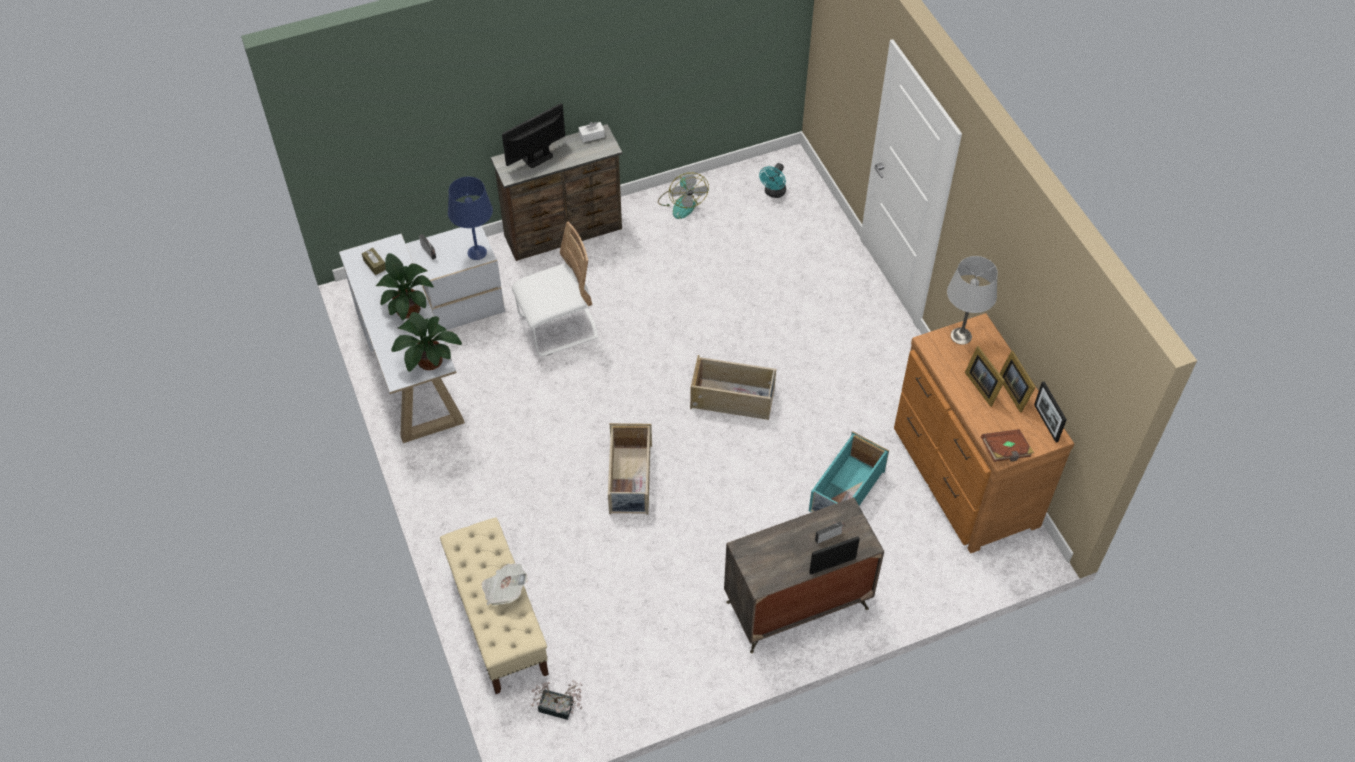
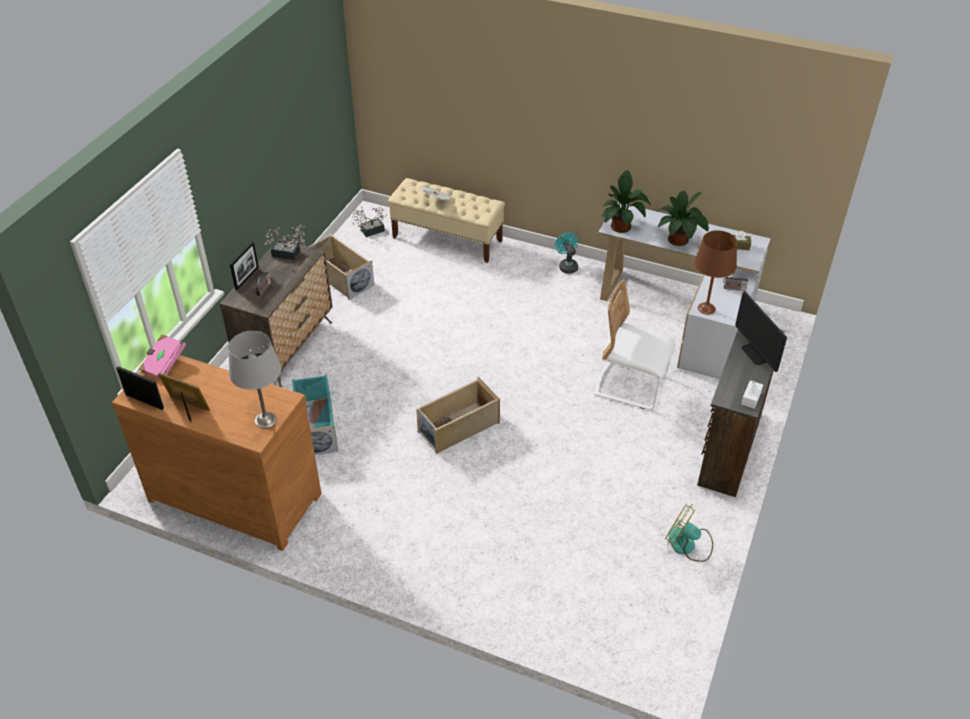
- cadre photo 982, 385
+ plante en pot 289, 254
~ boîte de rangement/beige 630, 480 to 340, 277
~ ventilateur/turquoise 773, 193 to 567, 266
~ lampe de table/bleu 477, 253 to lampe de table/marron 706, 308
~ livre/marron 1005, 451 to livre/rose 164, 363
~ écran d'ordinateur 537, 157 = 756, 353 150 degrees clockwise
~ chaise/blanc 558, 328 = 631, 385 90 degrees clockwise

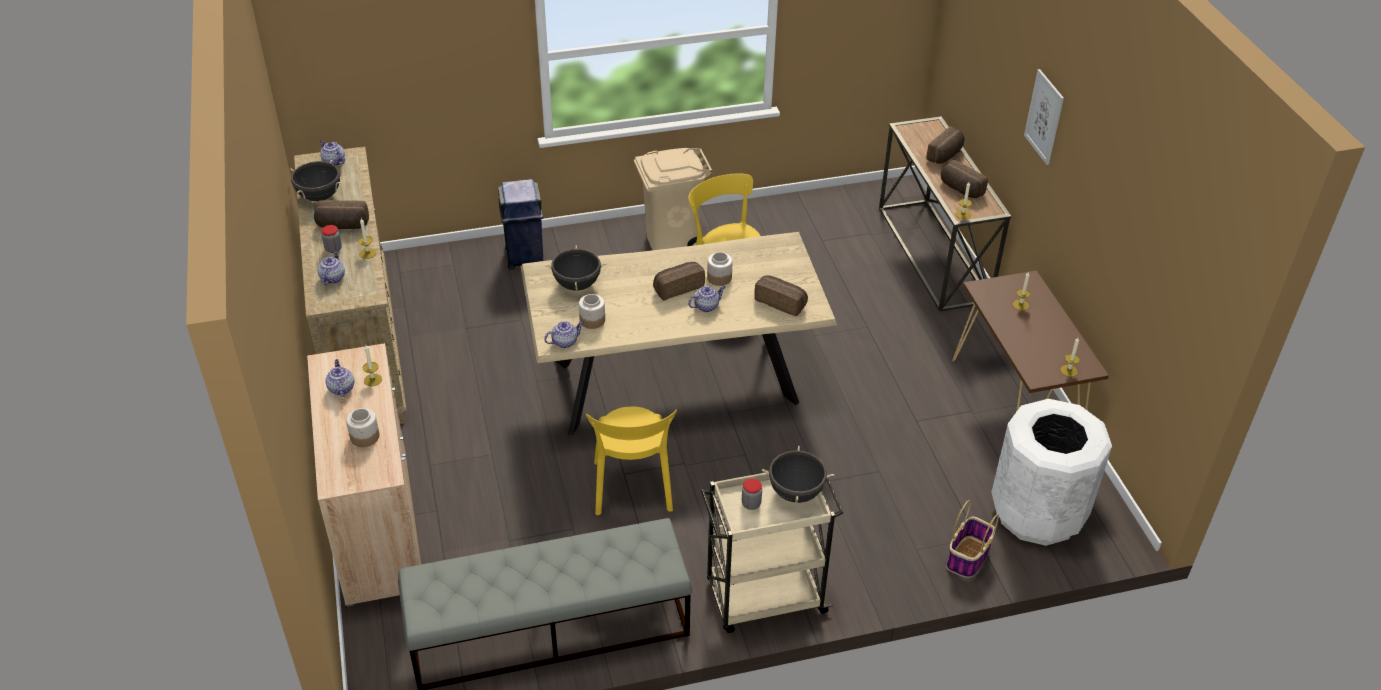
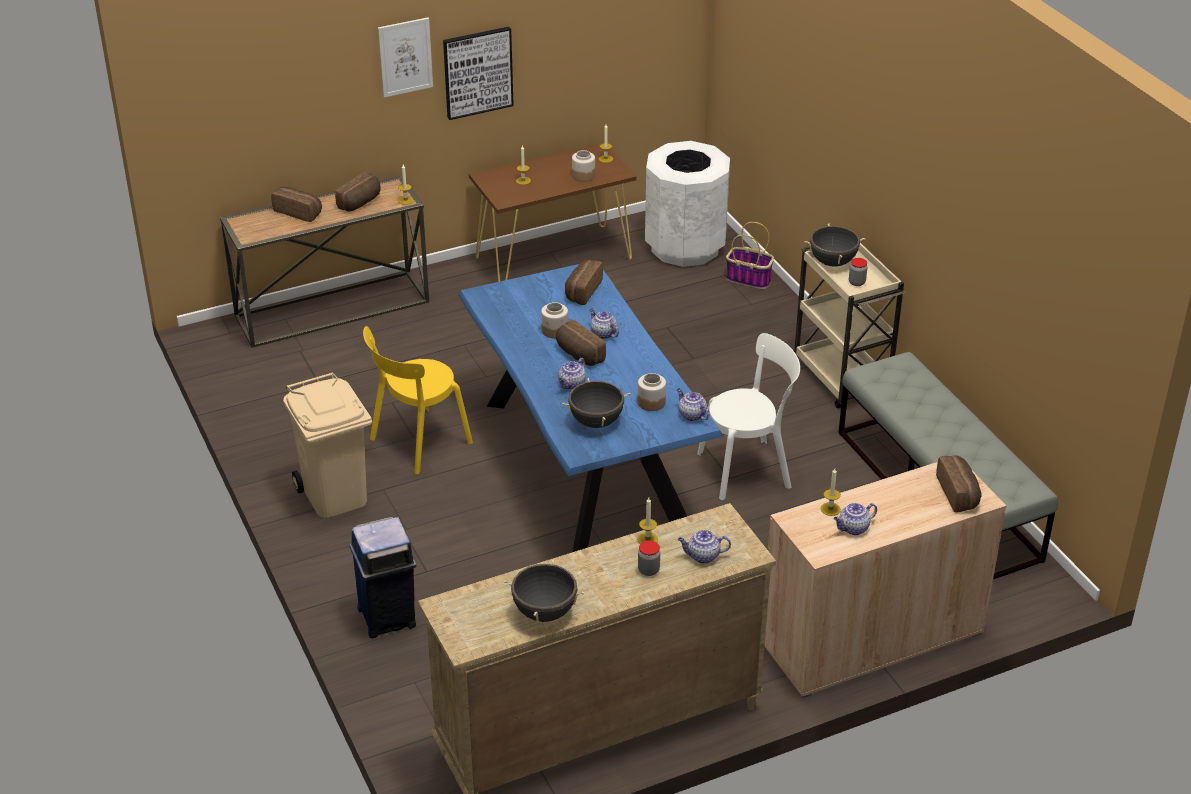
+ tableau 477, 72
~ pain 343, 226 to 959, 493
~ théière 333, 162 to 572, 385
~ bocal 365, 436 to 583, 175
~ table à manger/beige 675, 381 to table à manger/bleu 584, 461
~ chaise/jaune 632, 489 to chaise/blanc 748, 469

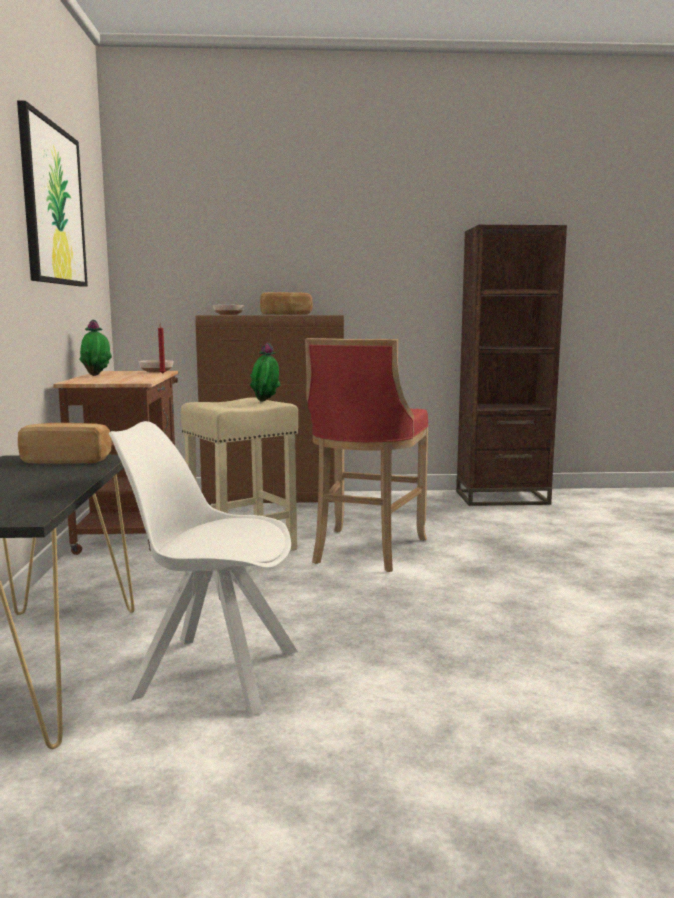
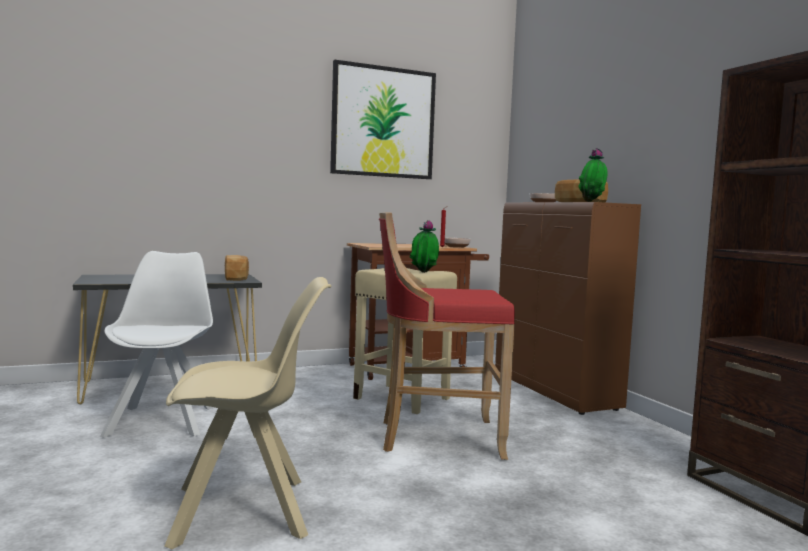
+ chaise/beige 246, 512
~ plante en pot 97, 375 to 592, 202

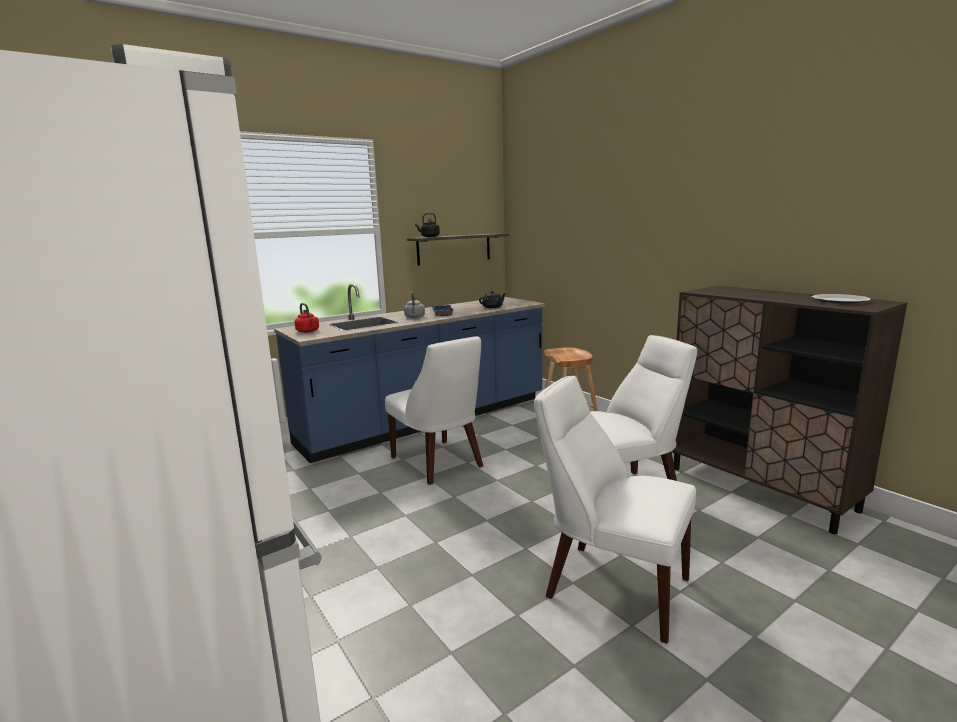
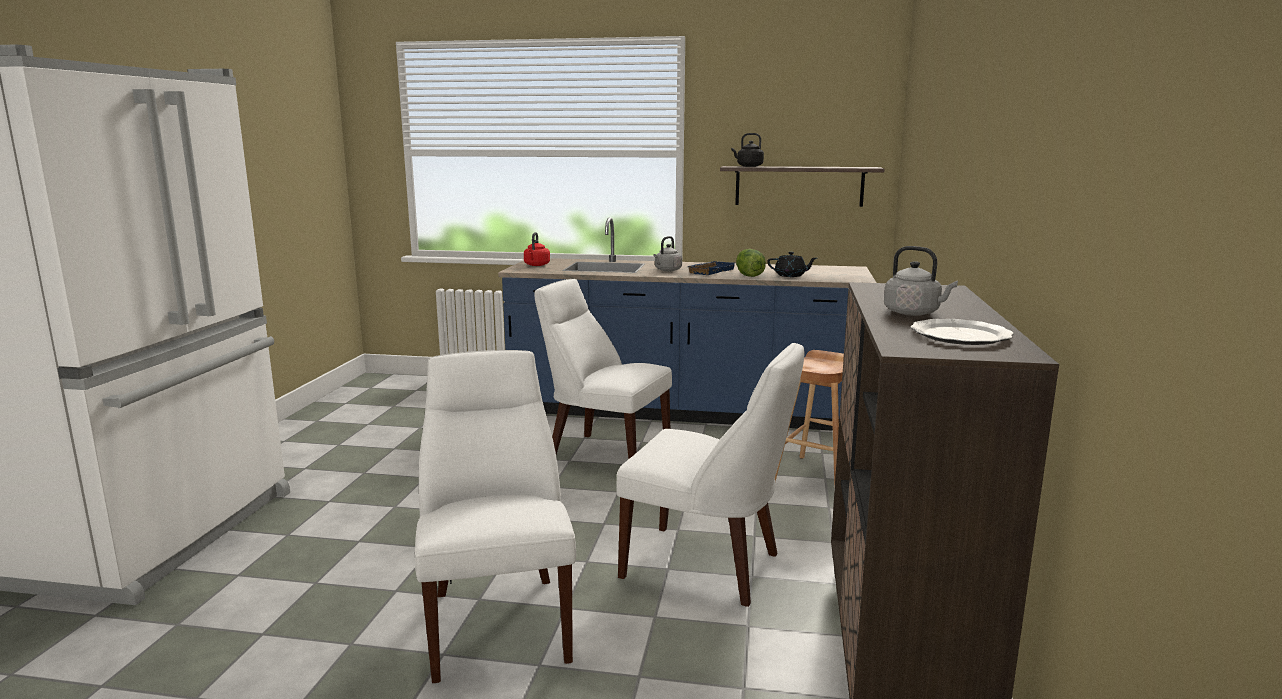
+ laitue 748, 275
+ bouilloire/gris 914, 313
~ chaise/blanc 439, 463 = 604, 454 105 degrees clockwise

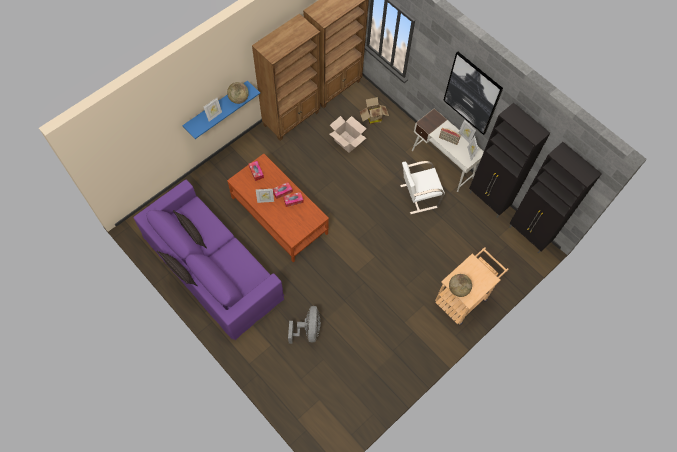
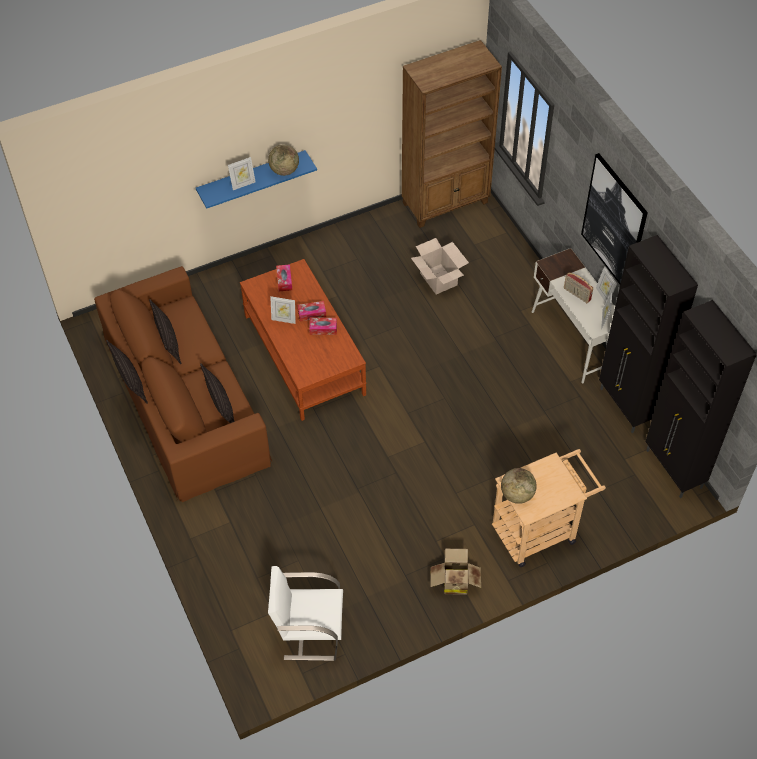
- bibliothèque/marron 292, 118
- ventilateur/gris 308, 330
+ coussin 220, 404
~ carton 372, 117 to 454, 582
~ chaise/blanc 418, 196 to 309, 631
~ canapé/violet 212, 266 to canapé/marron 185, 399

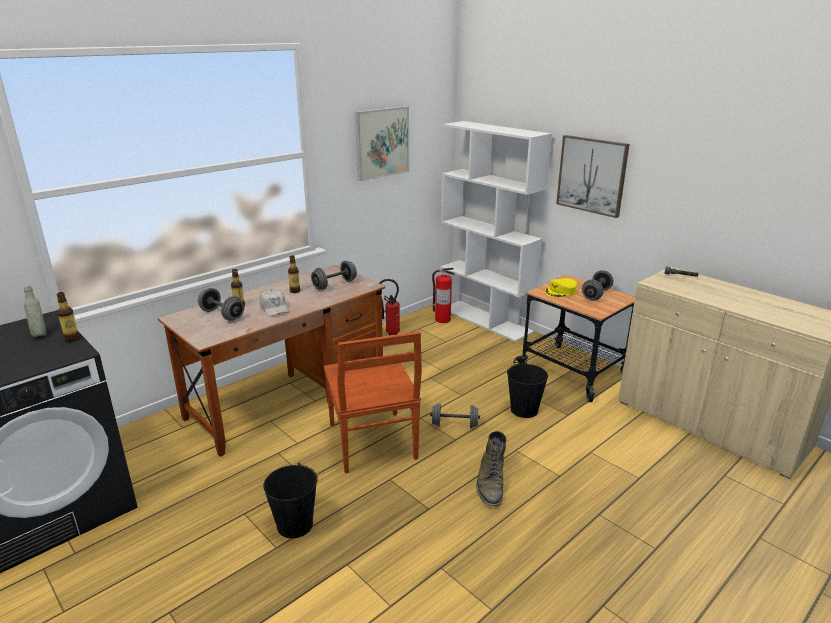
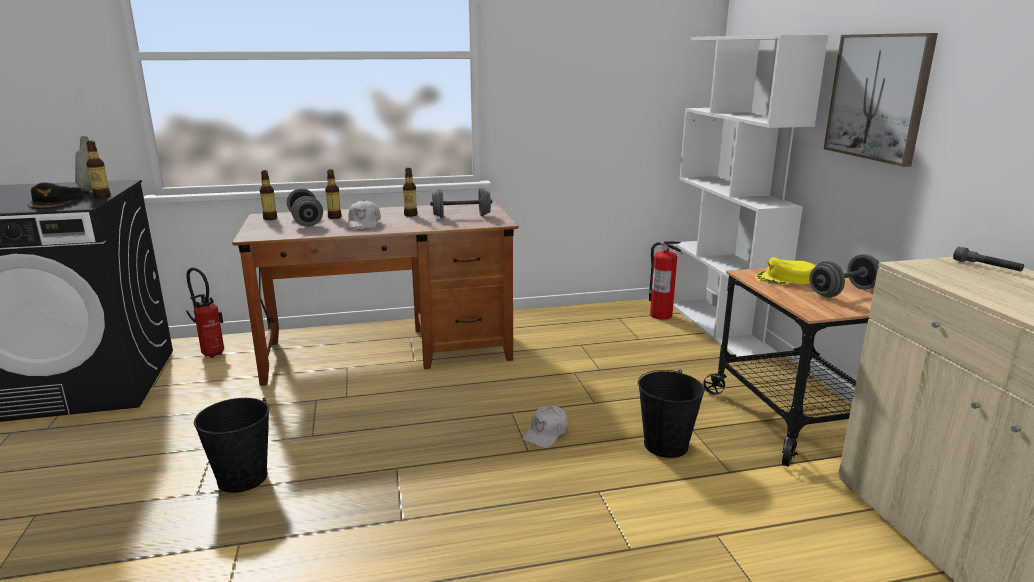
- chaise/marron 372, 443
- tableau 382, 143
- botte/vert 490, 483
+ casquette/noir 57, 202
+ bouteille 270, 218
~ extincteur 390, 333 to 212, 353
~ haltère/gris 454, 425 to casquette/blanc 546, 434

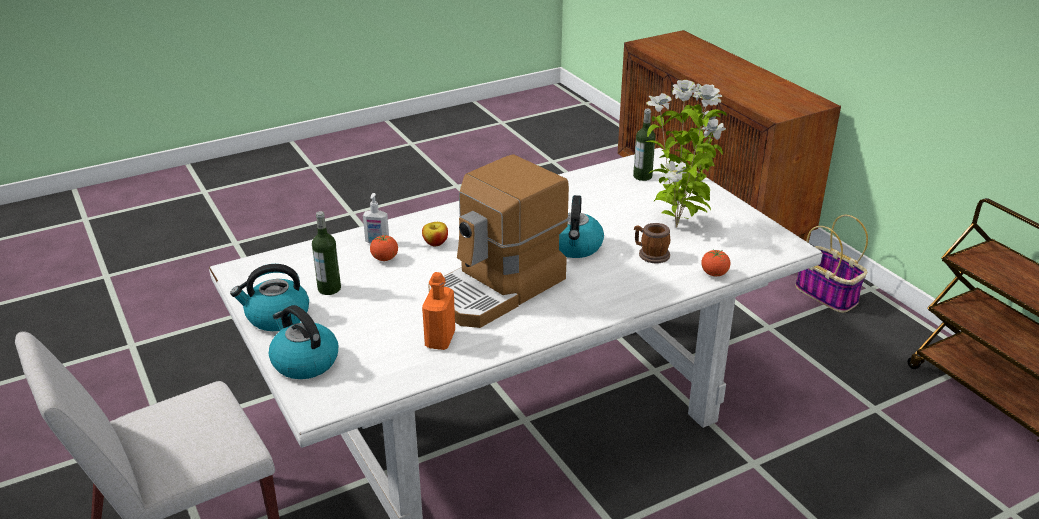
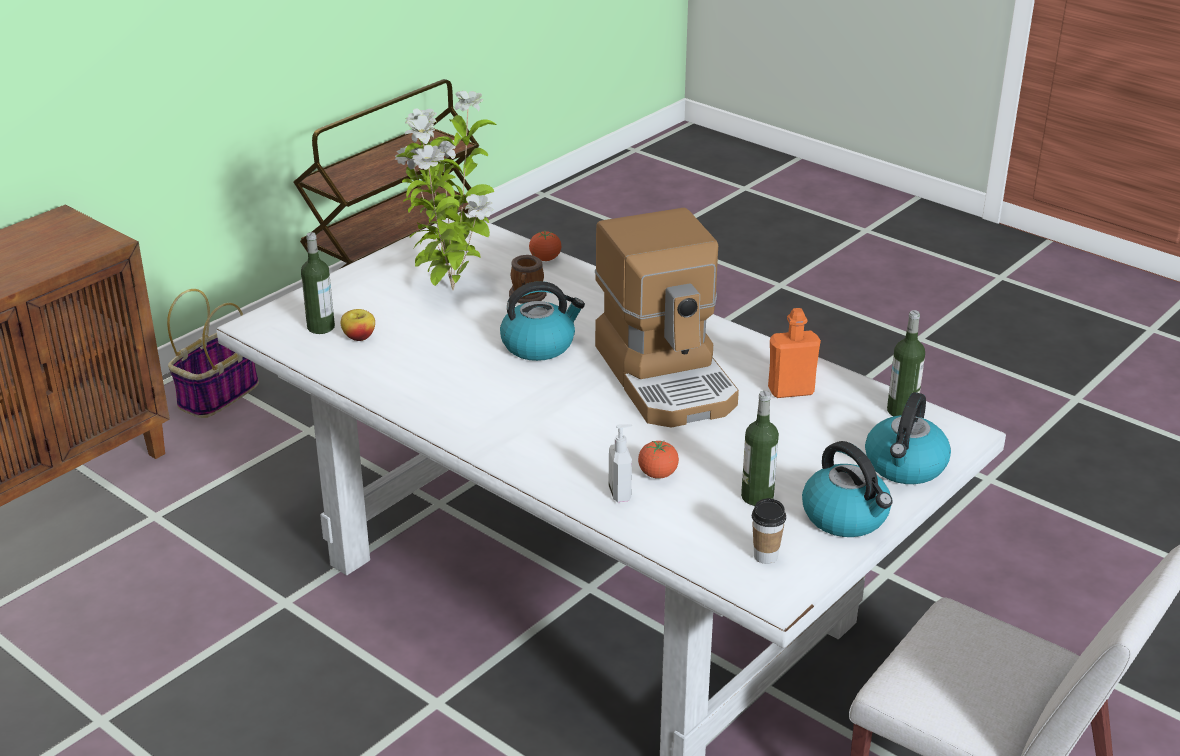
+ tasse 765, 556
+ bouteille 901, 411
~ pomme 435, 243 to 359, 337
~ machine à café 497, 289 = 668, 377 45 degrees clockwise

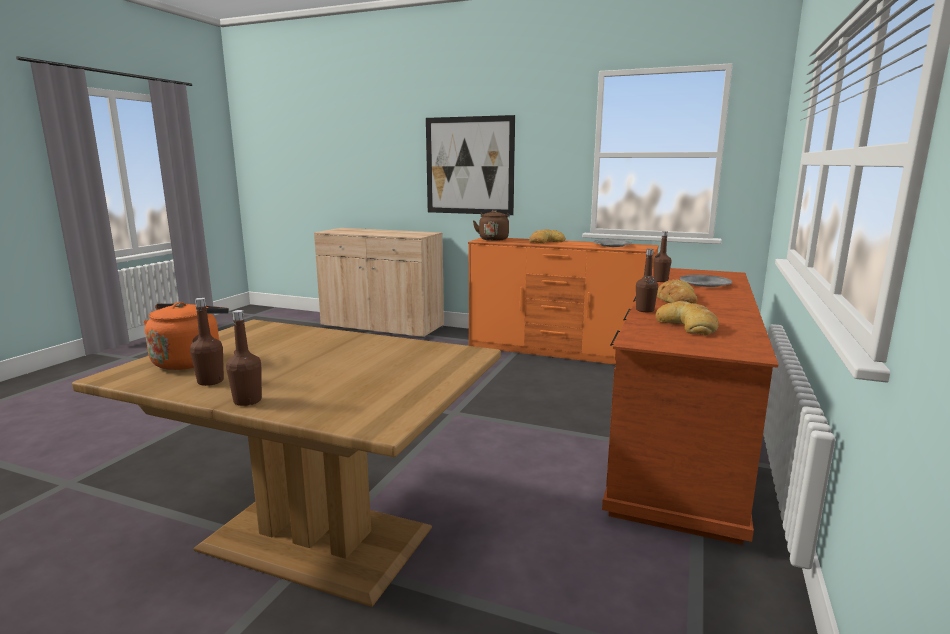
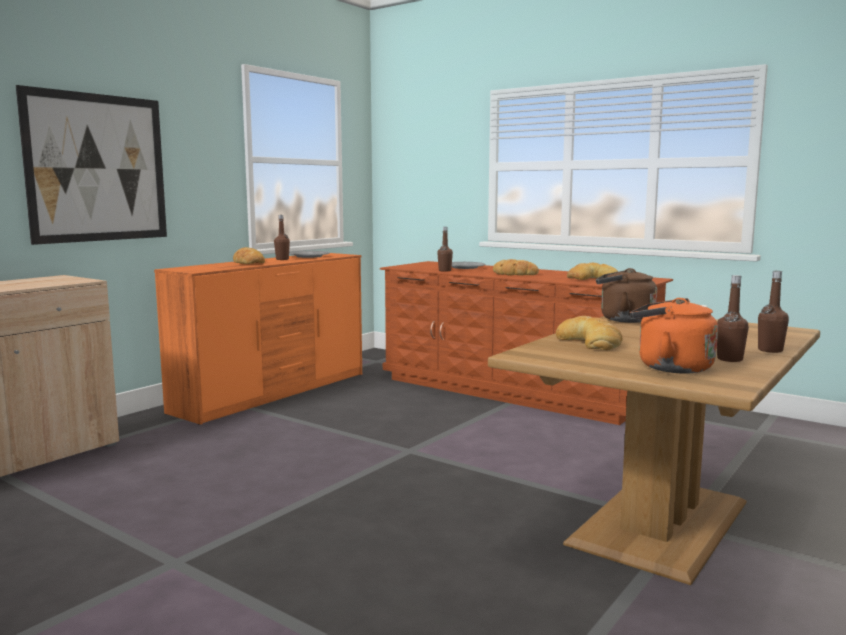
+ pain 590, 342
~ bouilloire/marron 493, 239 to 623, 319
~ bouteille/marron 645, 310 to 282, 259

